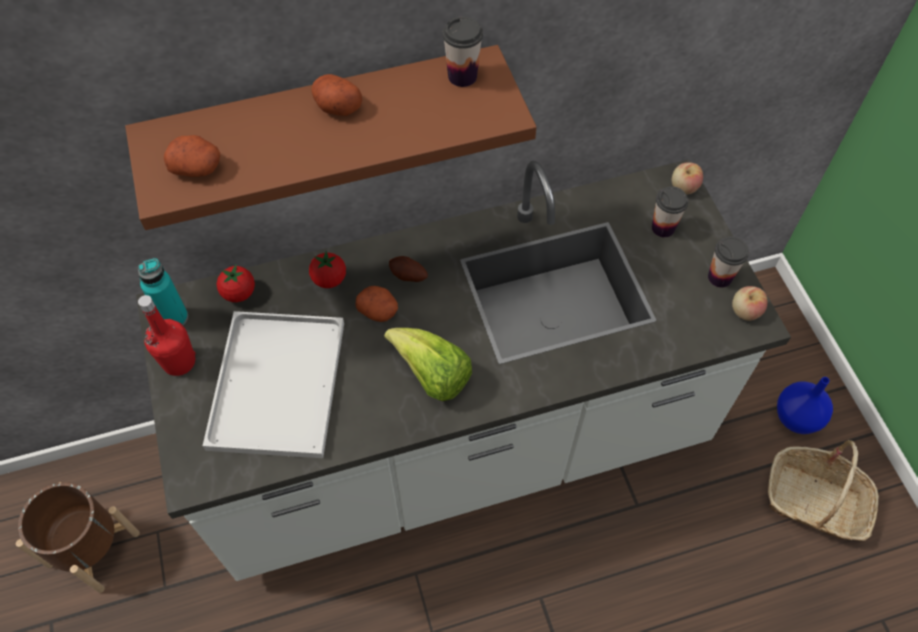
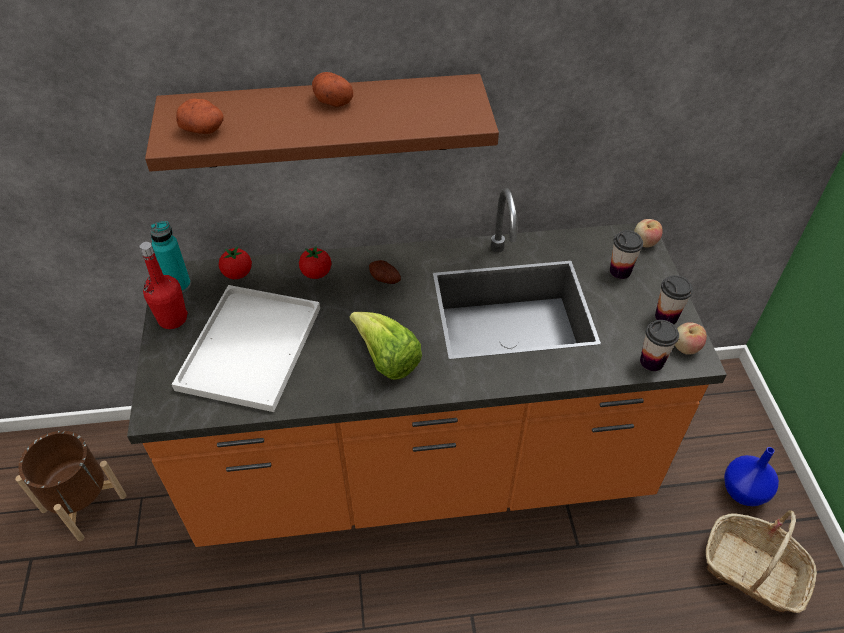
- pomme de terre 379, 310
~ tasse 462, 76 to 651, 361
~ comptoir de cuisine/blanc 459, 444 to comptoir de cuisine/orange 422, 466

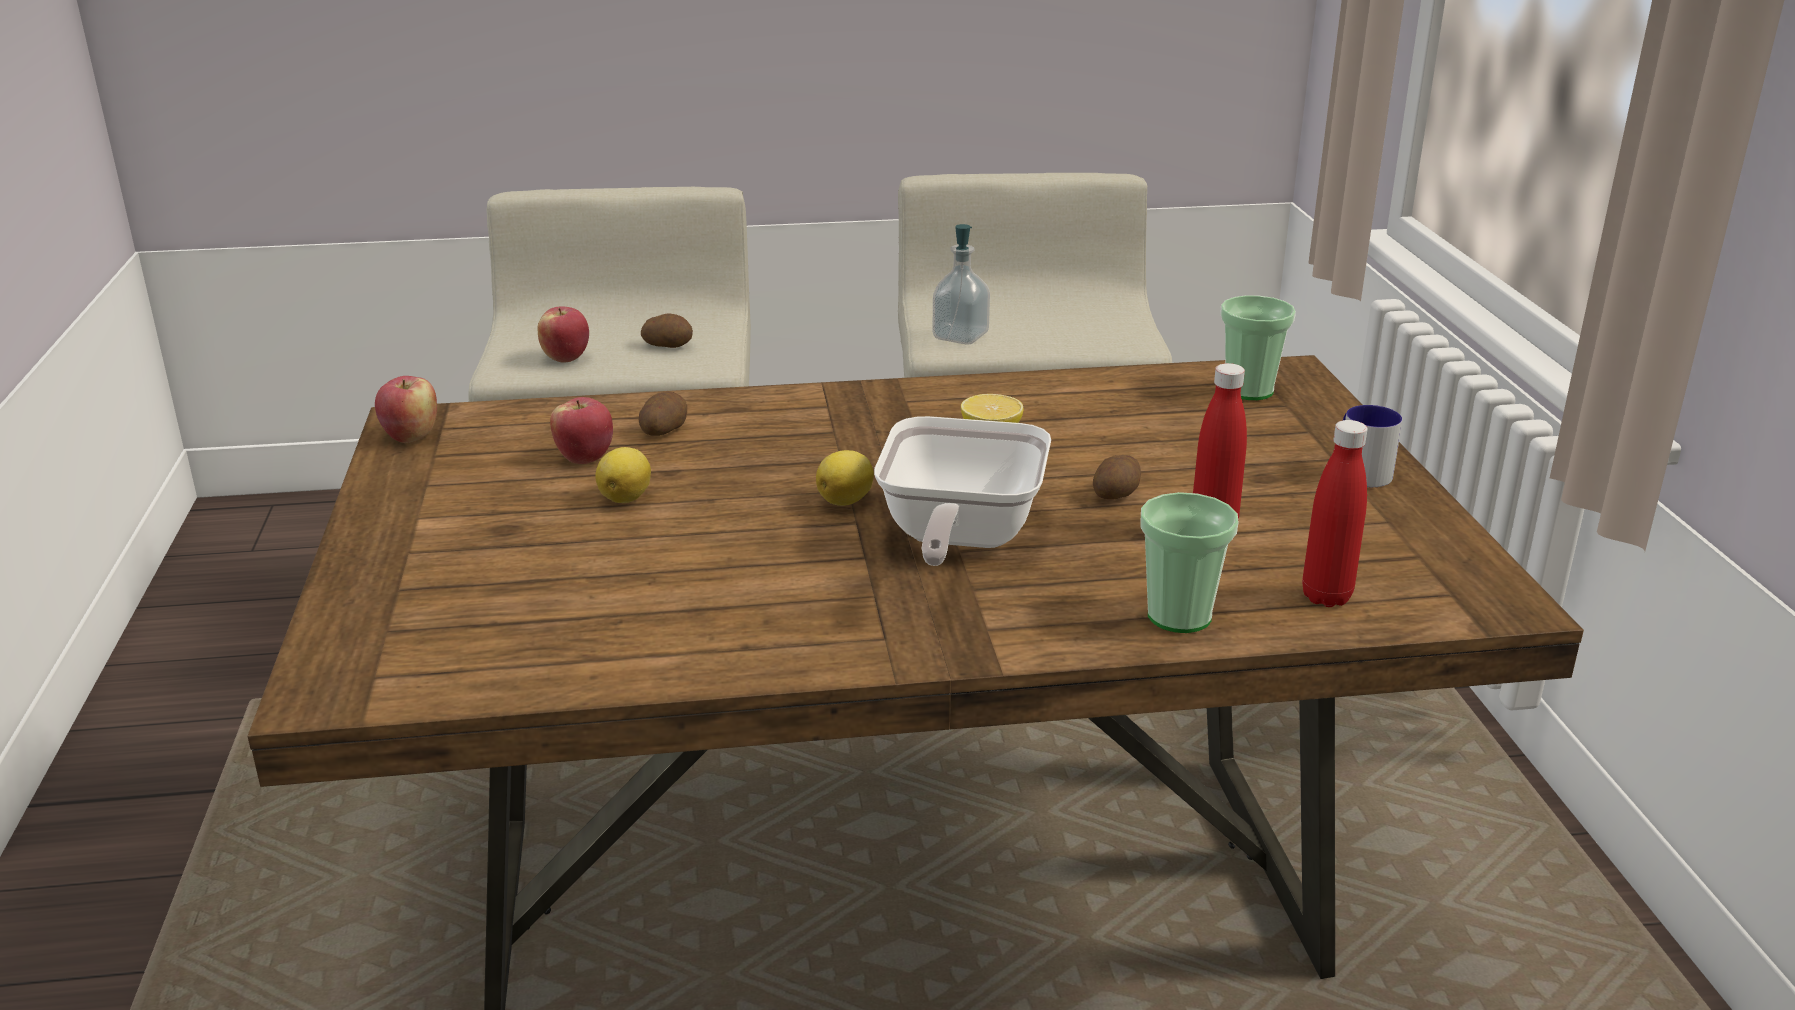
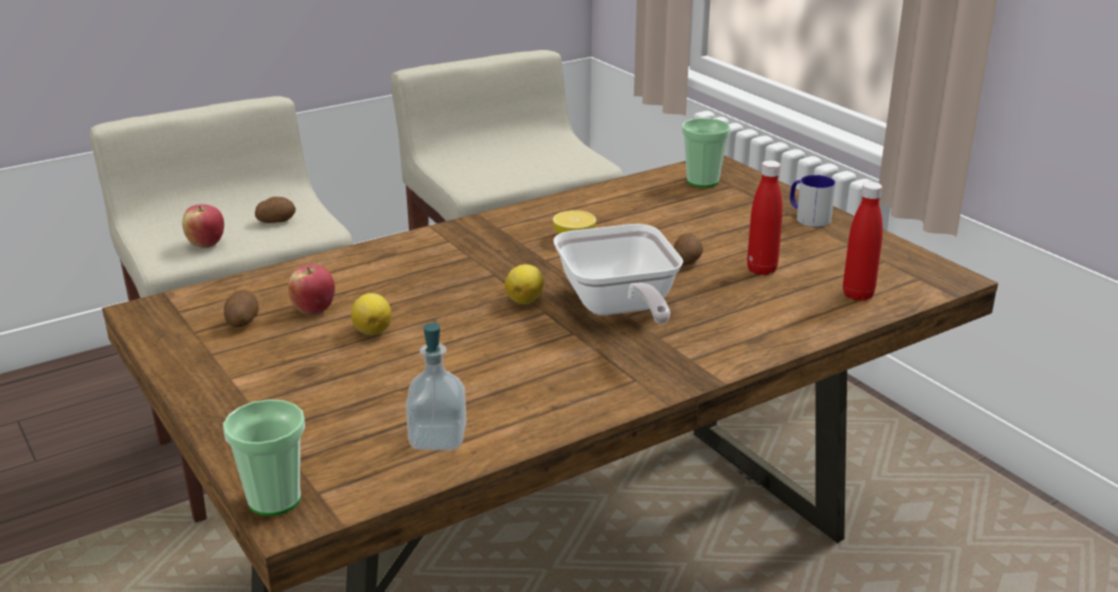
- pomme 411, 436
~ pomme de terre 663, 430 to 242, 321
~ distributeur de savon 960, 336 to 438, 438
~ tasse 1179, 616 to 274, 499

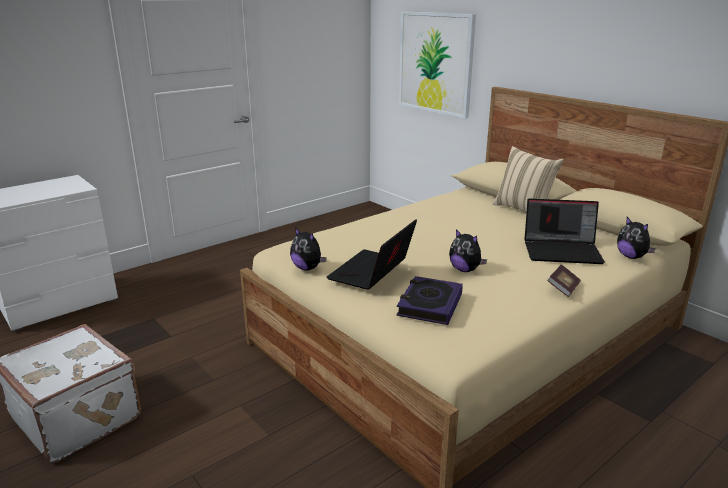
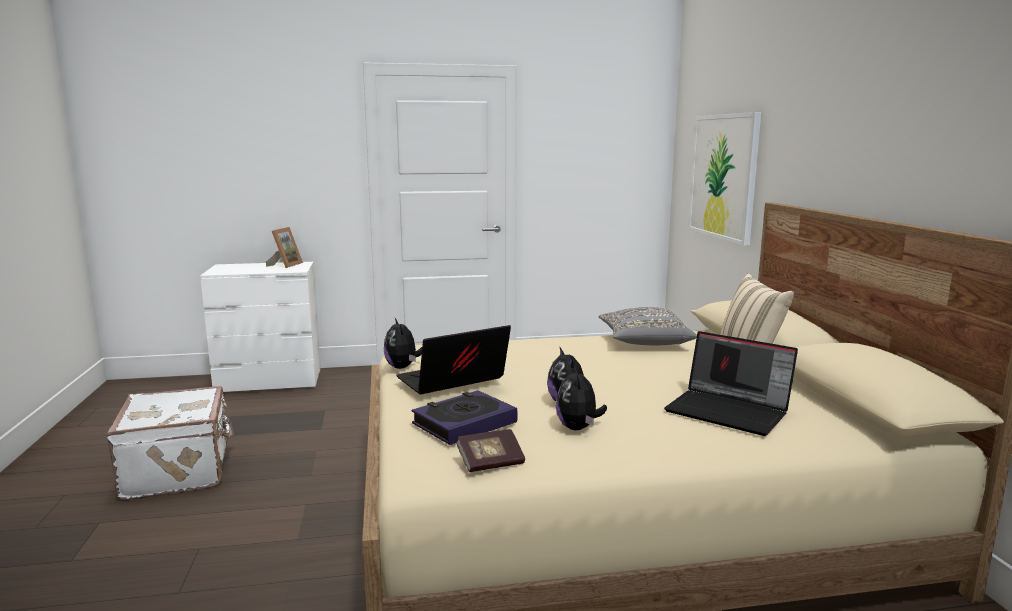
+ cadre photo 285, 265
+ coussin/gris 644, 342
~ livre 563, 288 to 490, 463
~ peluche 631, 257 to 578, 428

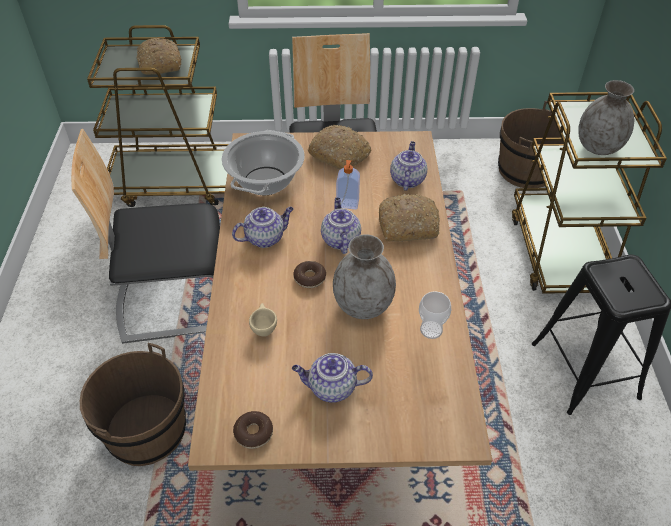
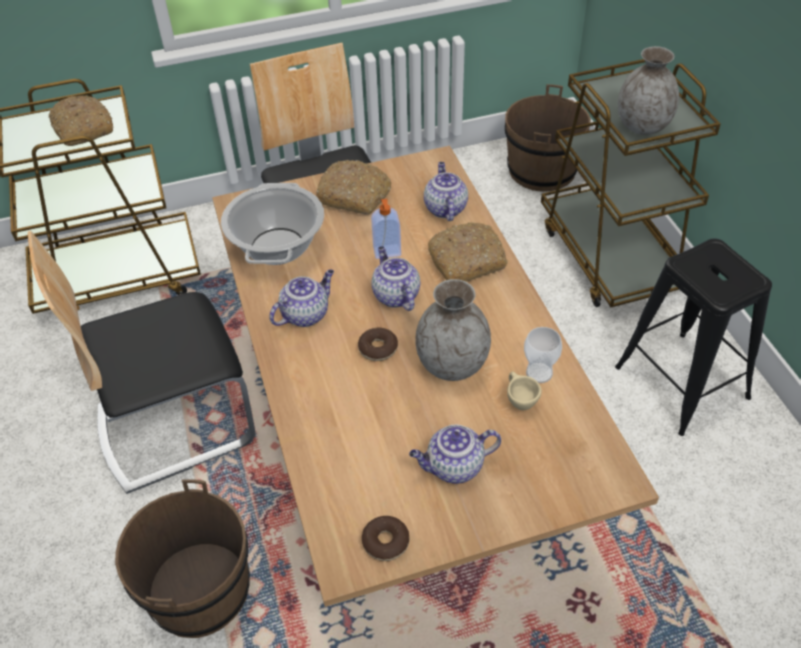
~ tasse/beige 263, 328 to 519, 401

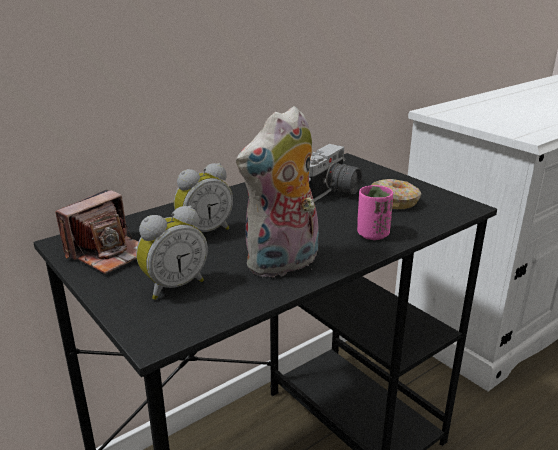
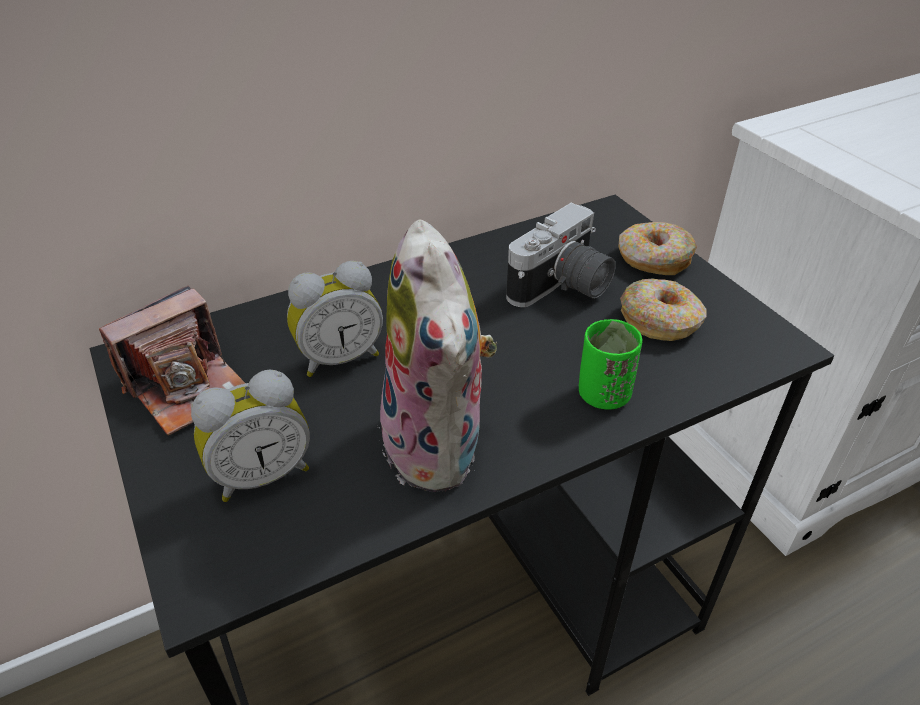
+ beignet 653, 259
~ tasse/rose 372, 234 to tasse/vert 603, 395
~ peluche 283, 264 = 441, 448 75 degrees counterclockwise

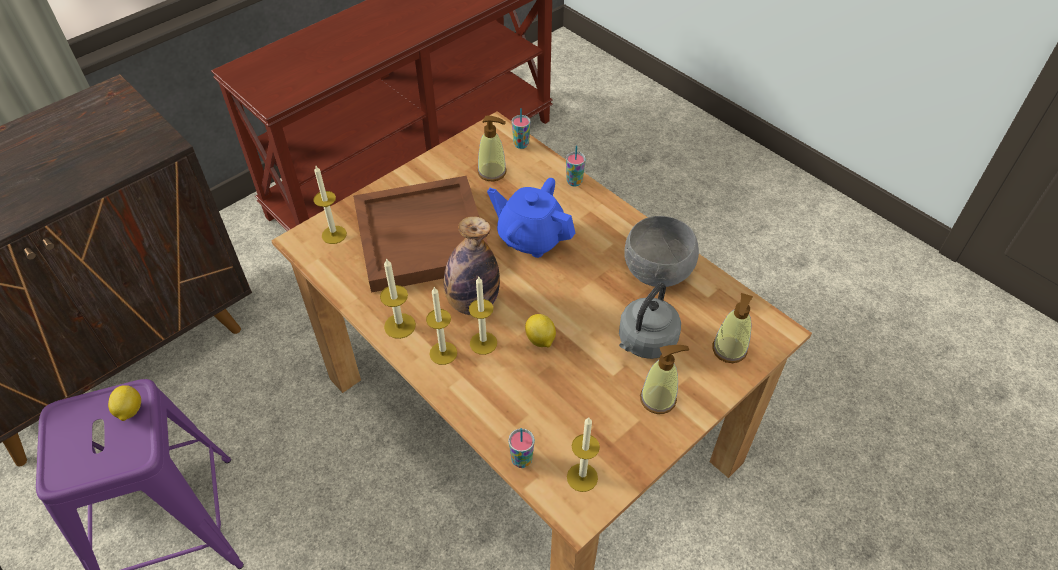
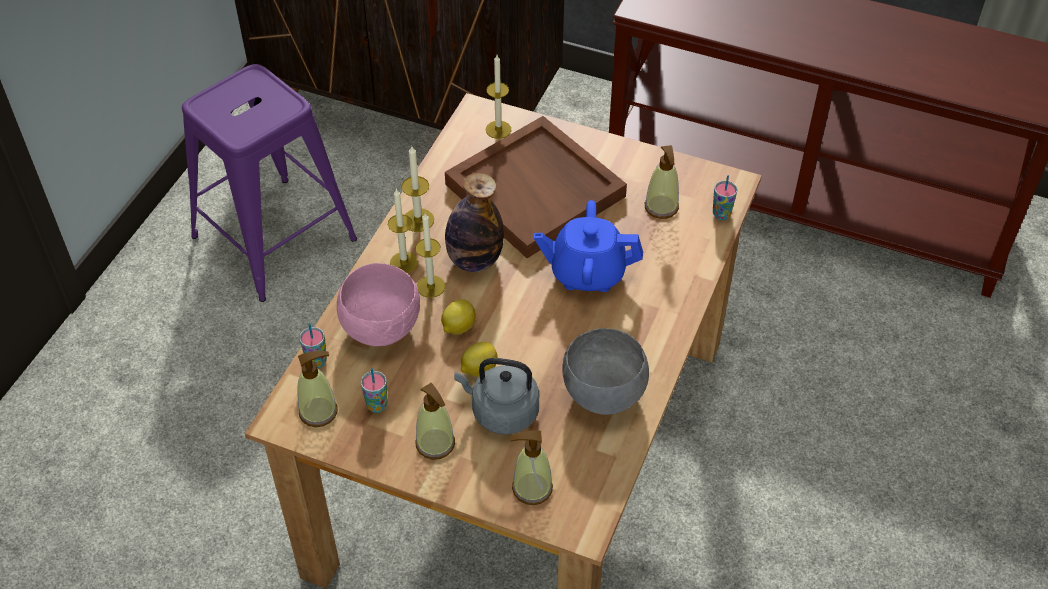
+ bol/rose 383, 327
~ citron 129, 411 to 478, 369
~ tasse 574, 182 to 377, 405
~ bougie 582, 477 to distributeur de savon 319, 411
~ théière/bleu 531, 238 = 587, 273 90 degrees counterclockwise

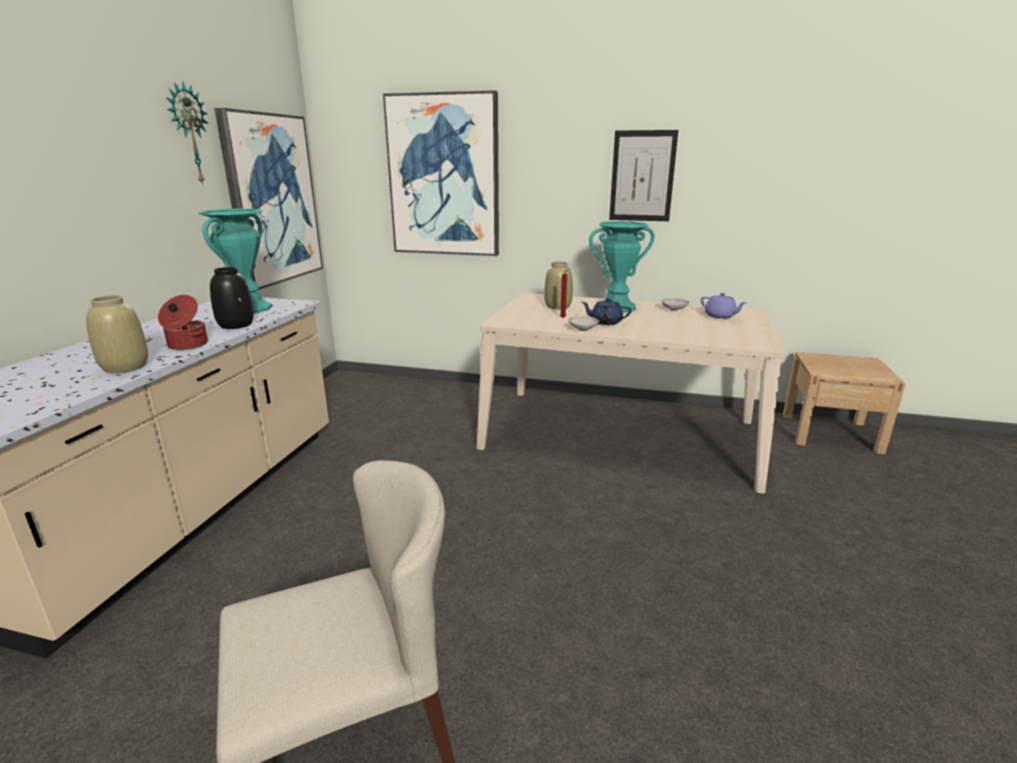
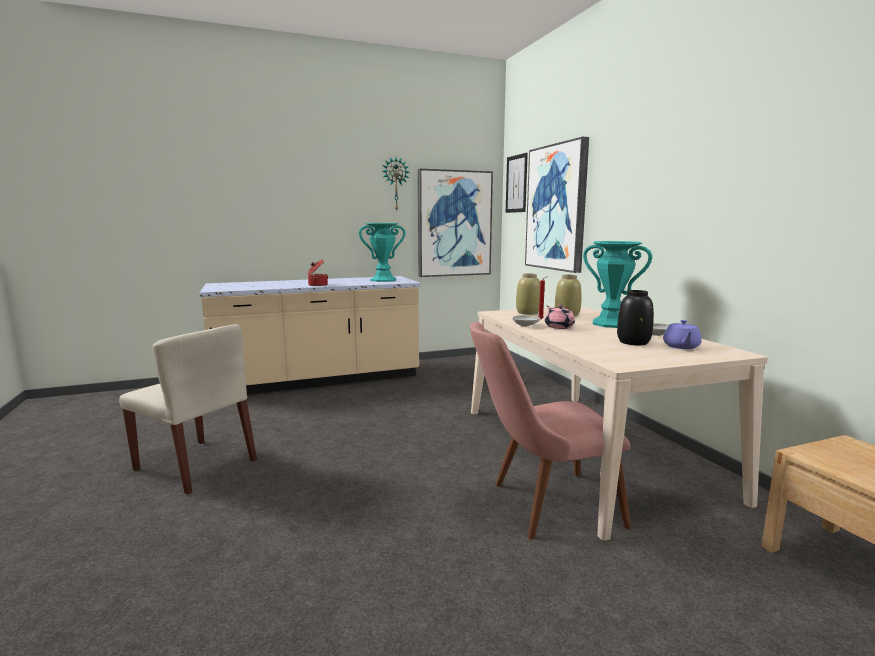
+ chaise/rose 540, 506
~ vase/beige 125, 367 to 528, 313
~ vase/noir 236, 325 to 633, 342
~ tableau 642, 176 to 516, 184
~ théière/bleu 605, 322 to théière/rose 559, 327

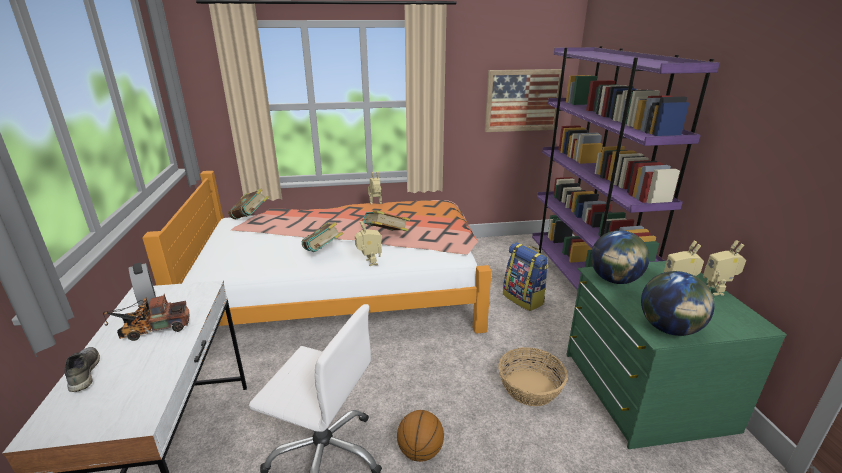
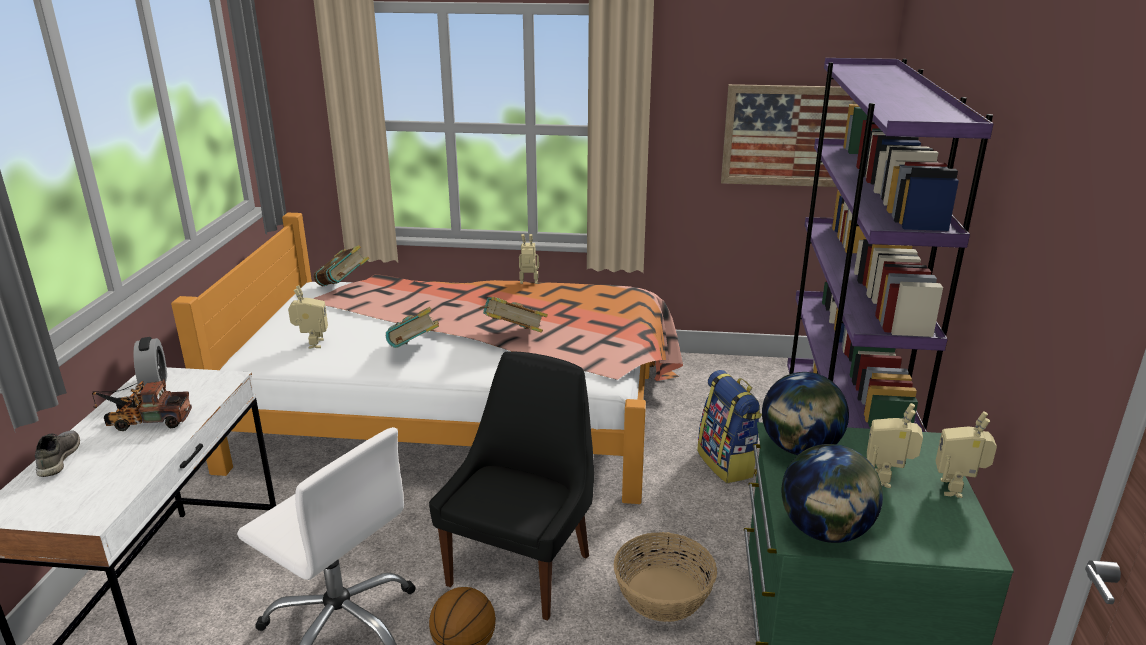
+ chaise/noir 522, 567
~ robot jouet 369, 262 to 312, 344

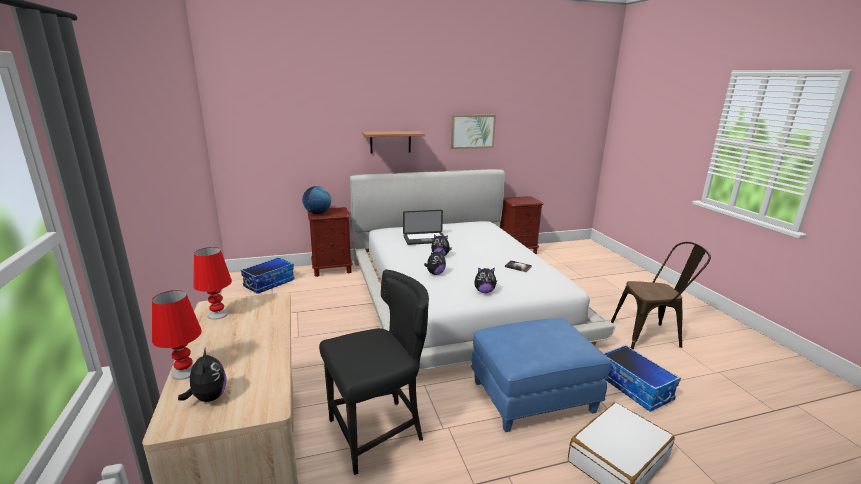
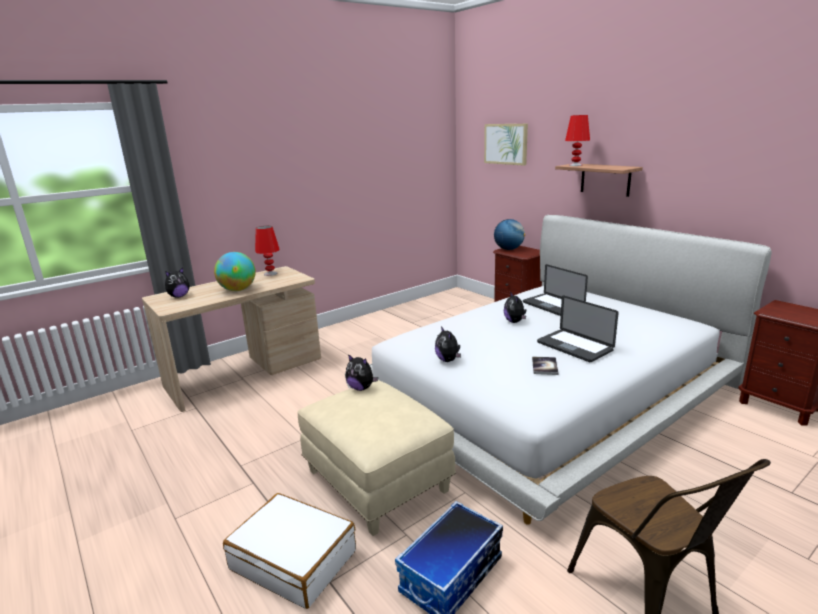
- boîte de rangement 269, 283
- chaise/noir 378, 432
+ globe 238, 290
+ ordinateur portable 574, 346
~ lampe de table/rouge 184, 372 to 575, 165
~ peluche 435, 273 to 361, 388
~ tableau 472, 131 to 506, 144
~ pouf/bleu 533, 395 to pouf/beige 378, 481

